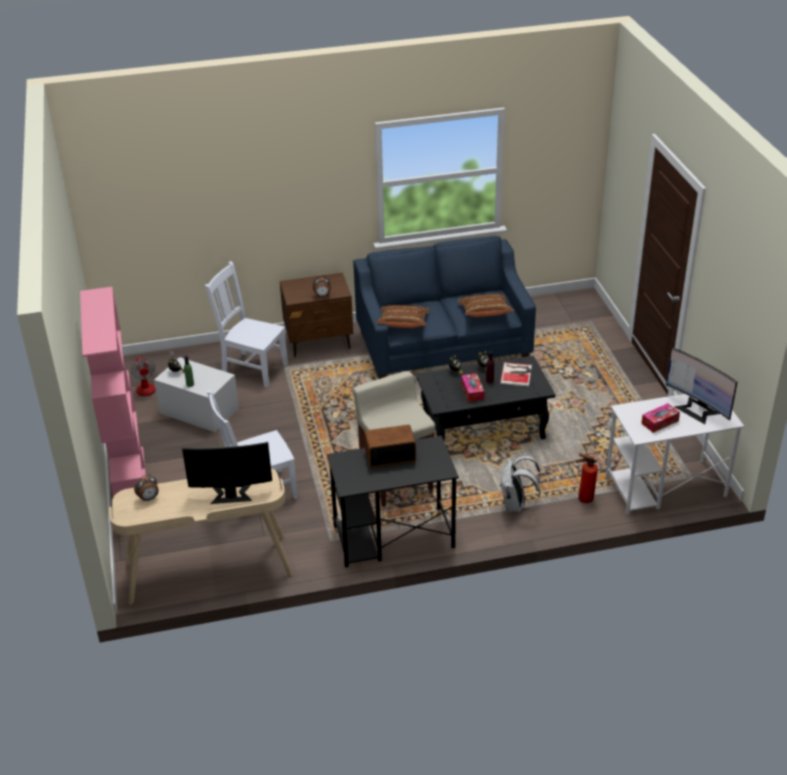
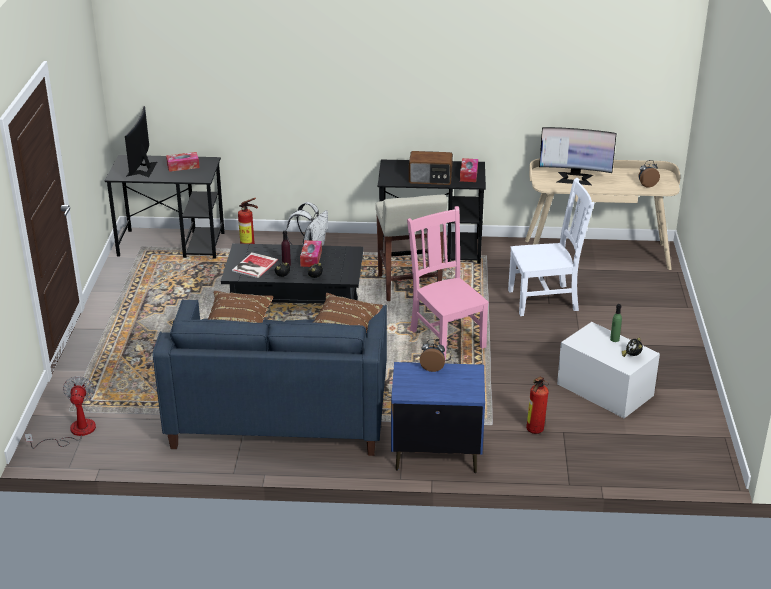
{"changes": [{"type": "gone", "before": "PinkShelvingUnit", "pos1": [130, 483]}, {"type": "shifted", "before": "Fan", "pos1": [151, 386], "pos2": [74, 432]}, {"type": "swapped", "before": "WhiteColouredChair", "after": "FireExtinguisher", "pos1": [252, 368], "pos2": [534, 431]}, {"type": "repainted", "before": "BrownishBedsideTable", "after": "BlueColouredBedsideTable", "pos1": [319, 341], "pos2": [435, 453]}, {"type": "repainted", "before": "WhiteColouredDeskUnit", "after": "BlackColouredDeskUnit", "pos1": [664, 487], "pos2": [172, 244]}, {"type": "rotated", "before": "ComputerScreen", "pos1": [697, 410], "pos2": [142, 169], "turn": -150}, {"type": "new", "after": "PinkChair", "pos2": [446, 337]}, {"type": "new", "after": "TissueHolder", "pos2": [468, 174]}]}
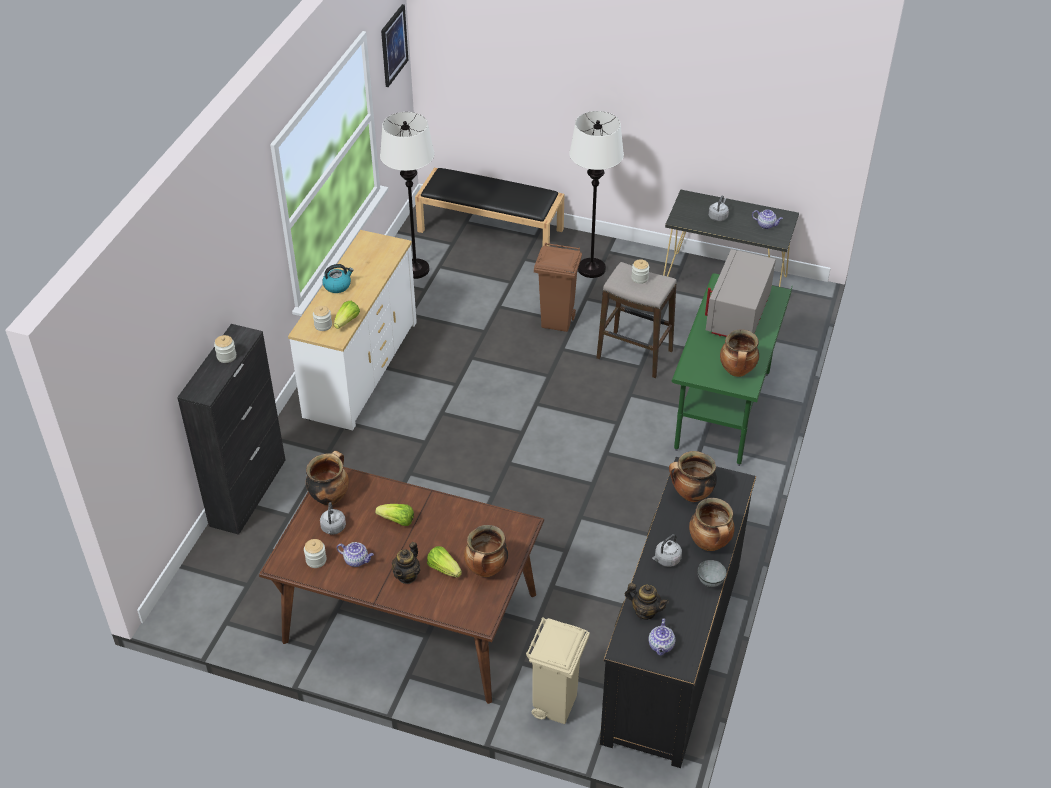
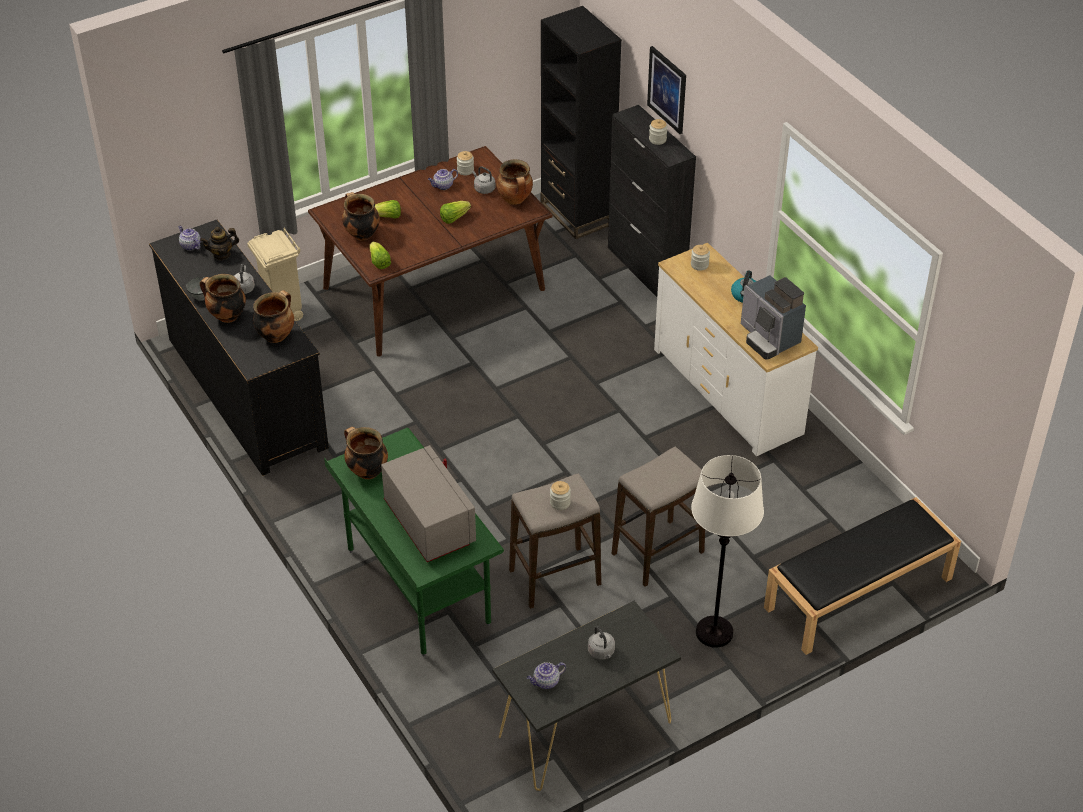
{"changes": [{"type": "shifted", "before": "HeadOfLettuce", "pos1": [347, 321], "pos2": [379, 262]}, {"type": "gone", "before": "WhiteColouredStandingLamp", "pos1": [415, 269]}, {"type": "shifted", "before": "WallArt", "pos1": [393, 45], "pos2": [667, 89]}, {"type": "gone", "before": "Teapot", "pos1": [407, 575]}, {"type": "swapped", "before": "BrownishRubbishBin", "after": "StoolSeat", "pos1": [557, 322], "pos2": [658, 553]}, {"type": "new", "after": "BlackColouredShelvingUnit", "pos2": [577, 213]}, {"type": "new", "after": "CoffeeBrewer", "pos2": [769, 338]}]}
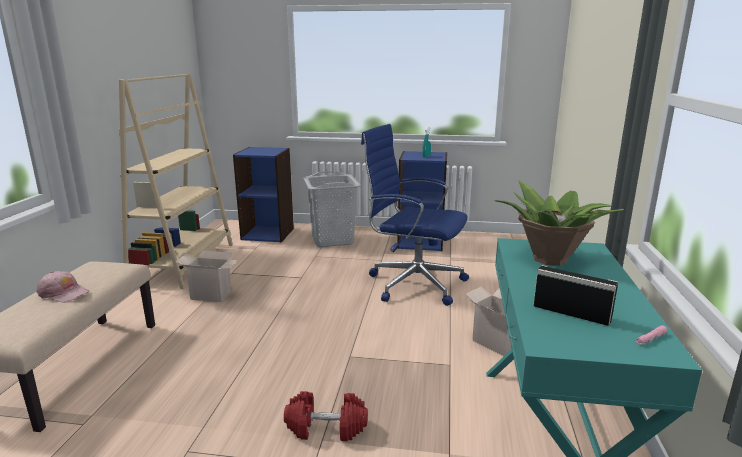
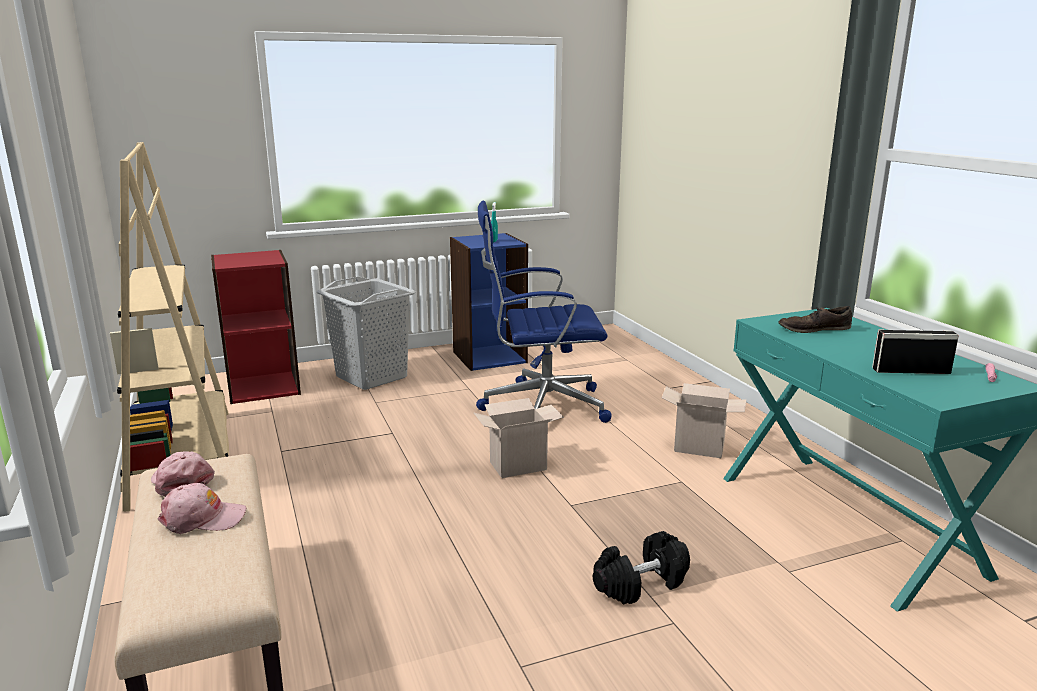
{"changes": [{"type": "shifted", "before": "Carton", "pos1": [212, 295], "pos2": [519, 465]}, {"type": "repainted", "before": "BlueColouredShelvingUnit", "after": "ReddishShelvingUnit", "pos1": [268, 234], "pos2": [263, 387]}, {"type": "repainted", "before": "ReddishHandWeight", "after": "BlackColouredHandWeight", "pos1": [326, 428], "pos2": [640, 584]}, {"type": "swapped", "before": "Houseplant", "after": "BrownishShoe", "pos1": [550, 258], "pos2": [813, 329]}, {"type": "new", "after": "PinkPeakedCap", "pos2": [181, 481]}]}
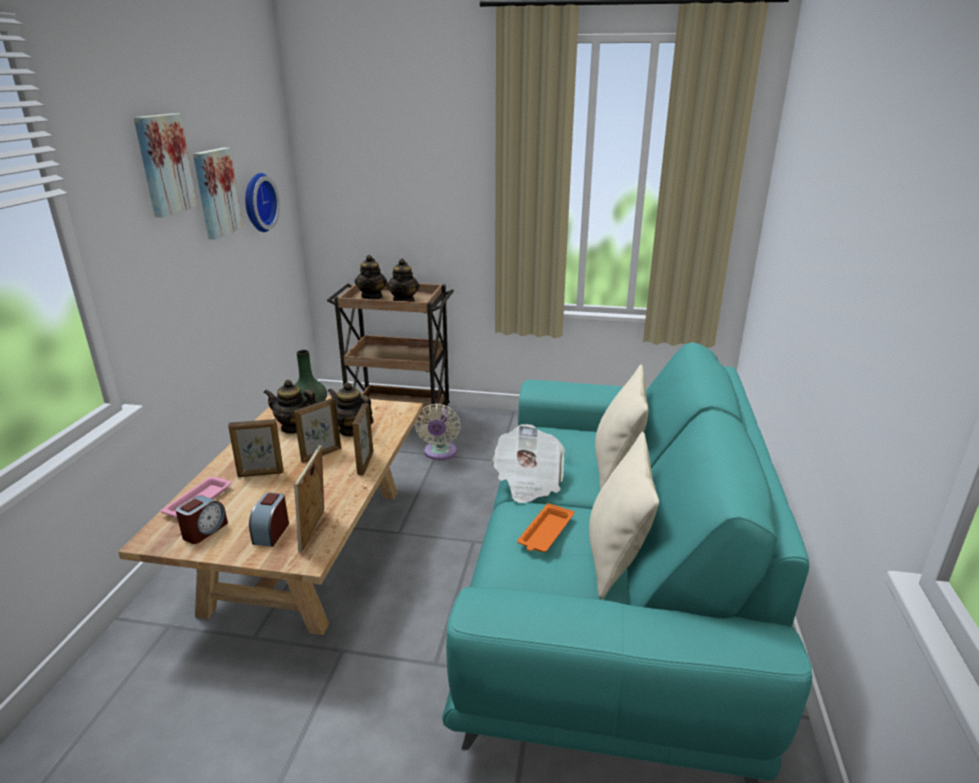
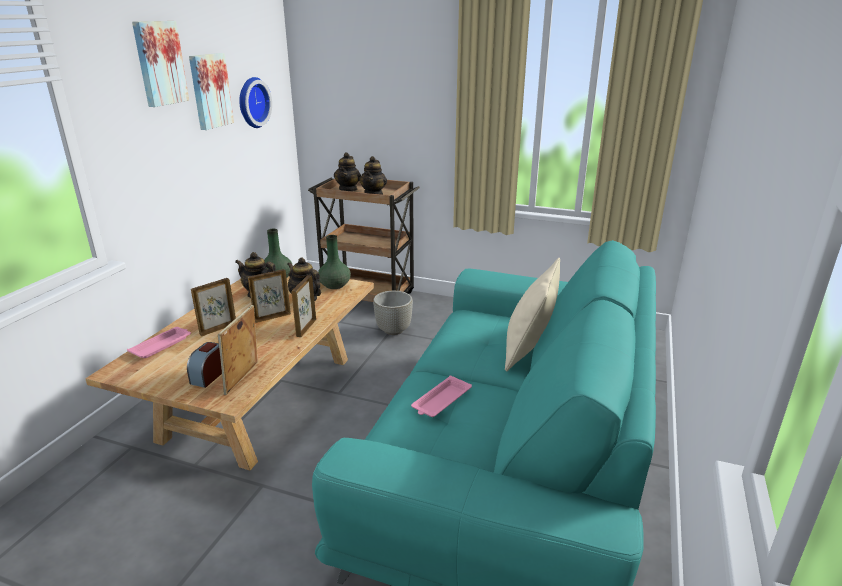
{"changes": [{"type": "gone", "before": "BedsideClock", "pos1": [204, 531]}, {"type": "rotated", "before": "StandingFrame", "pos1": [261, 474], "pos2": [218, 329], "turn": 135}, {"type": "swapped", "before": "BeigeFan", "after": "GreyishFlowerPot", "pos1": [439, 453], "pos2": [394, 330]}, {"type": "gone", "before": "DailyPaper", "pos1": [528, 481]}, {"type": "repainted", "before": "OrangeyTray", "after": "PinkTray", "pos1": [545, 533], "pos2": [441, 401]}, {"type": "gone", "before": "BeigeThrowPillow", "pos1": [616, 558]}, {"type": "new", "after": "GreenishDecorativeVase", "pos2": [335, 285]}]}
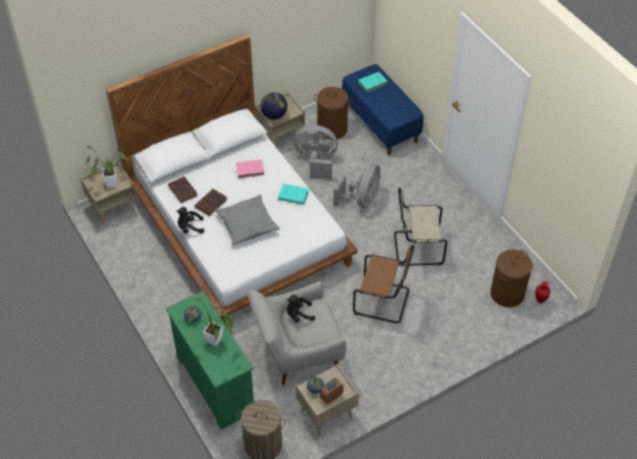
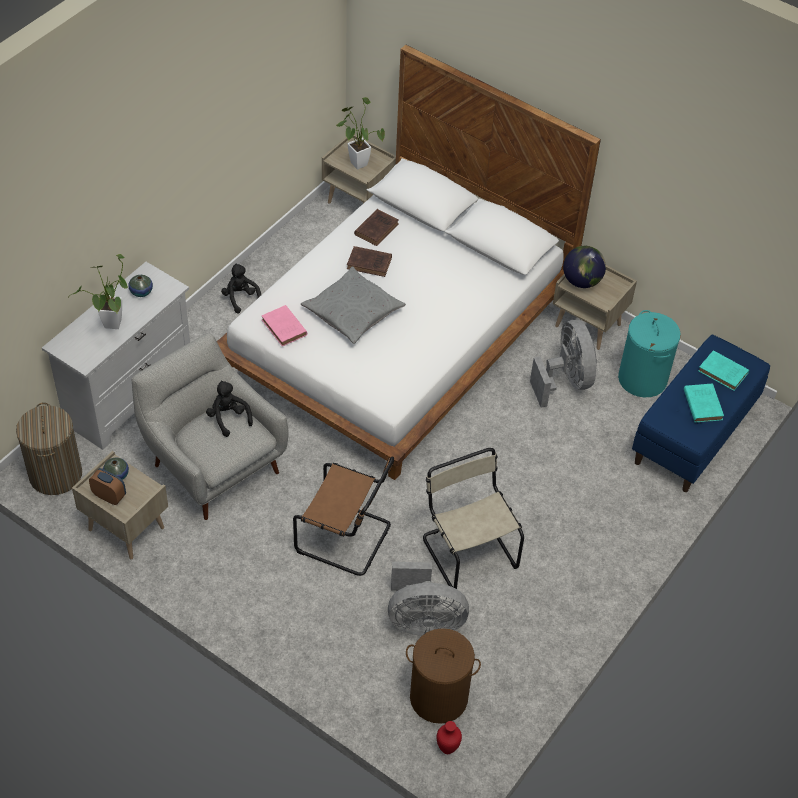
{"changes": [{"type": "repainted", "before": "GreenishDresser", "after": "WhiteColouredDresser", "pos1": [215, 383], "pos2": [130, 395]}, {"type": "shifted", "before": "BlackColouredSoftToy", "pos1": [189, 228], "pos2": [241, 298]}, {"type": "shifted", "before": "PinkVolume", "pos1": [251, 169], "pos2": [285, 328]}, {"type": "shifted", "before": "TurquoiseColouredVolume", "pos1": [292, 195], "pos2": [702, 404]}, {"type": "repainted", "before": "BrownishLaundryBasket", "after": "TurquoiseColouredLaundryBasket", "pos1": [332, 129], "pos2": [642, 379]}, {"type": "shifted", "before": "GreyishFan", "pos1": [361, 200], "pos2": [423, 621]}, {"type": "rotated", "before": "BrownishChair", "pos1": [384, 301], "pos2": [347, 538], "turn": -60}]}
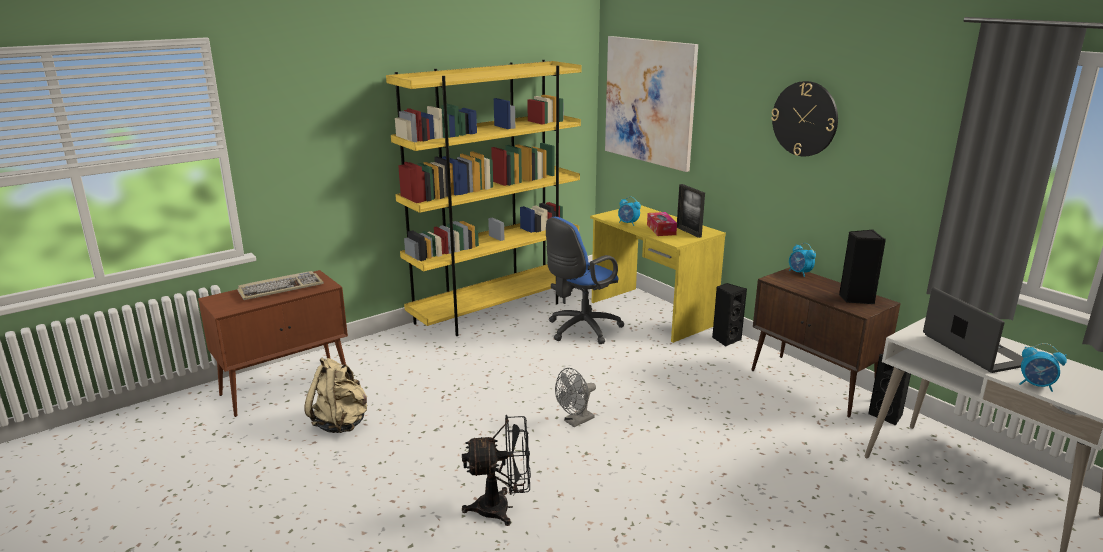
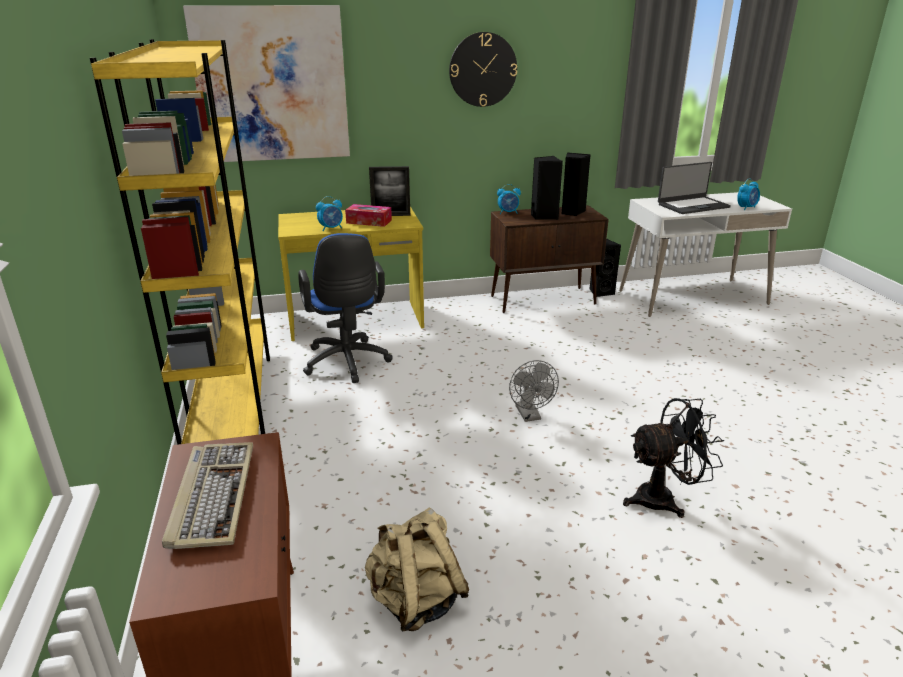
{"changes": [{"type": "rotated", "before": "BlackColouredFan", "pos1": [502, 508], "pos2": [663, 499], "turn": 60}, {"type": "shifted", "before": "BlackColouredAudioSpeaker", "pos1": [725, 339], "pos2": [544, 216]}, {"type": "rotated", "before": "NotebookComputer", "pos1": [974, 350], "pos2": [692, 206], "turn": 150}]}
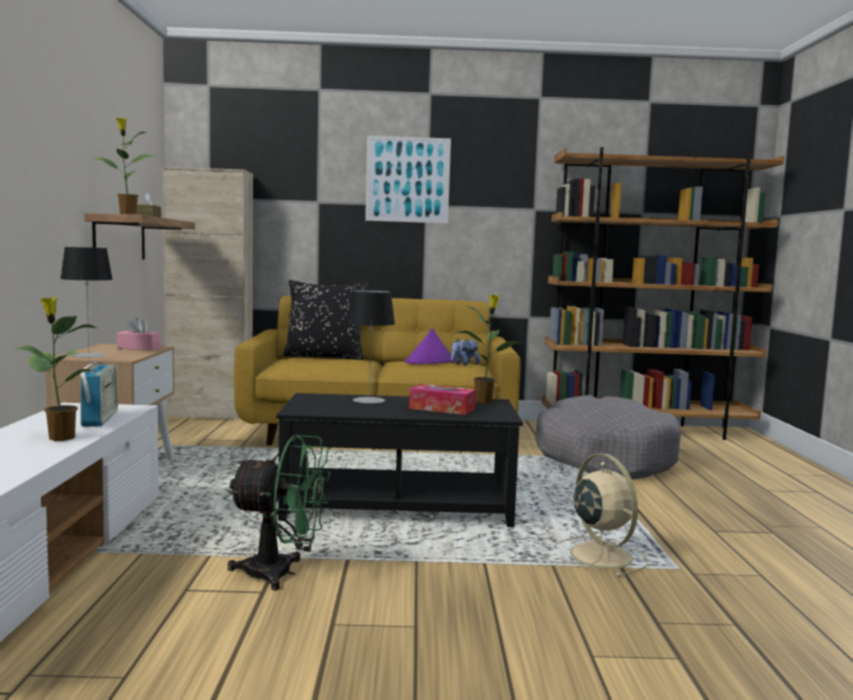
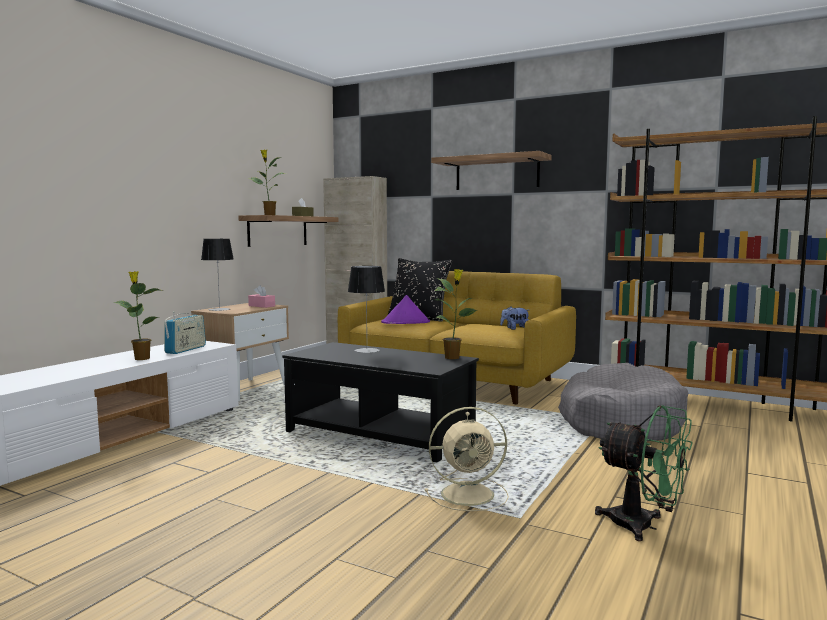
{"changes": [{"type": "shifted", "before": "GreenishFan", "pos1": [281, 573], "pos2": [643, 526]}, {"type": "swapped", "before": "WallArt", "after": "Shelf", "pos1": [407, 179], "pos2": [497, 173]}, {"type": "shifted", "before": "PurpleHat", "pos1": [430, 362], "pos2": [406, 322]}, {"type": "gone", "before": "TissueHolder", "pos1": [442, 408]}, {"type": "rotated", "before": "BeigeFan", "pos1": [599, 555], "pos2": [470, 494], "turn": 75}]}
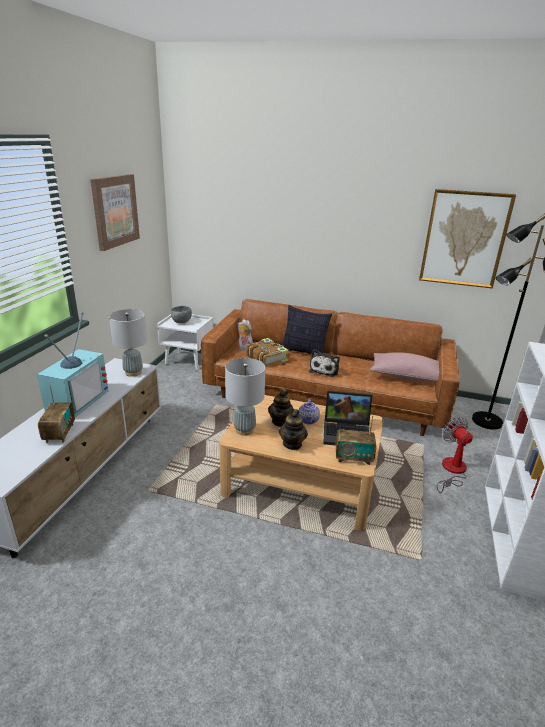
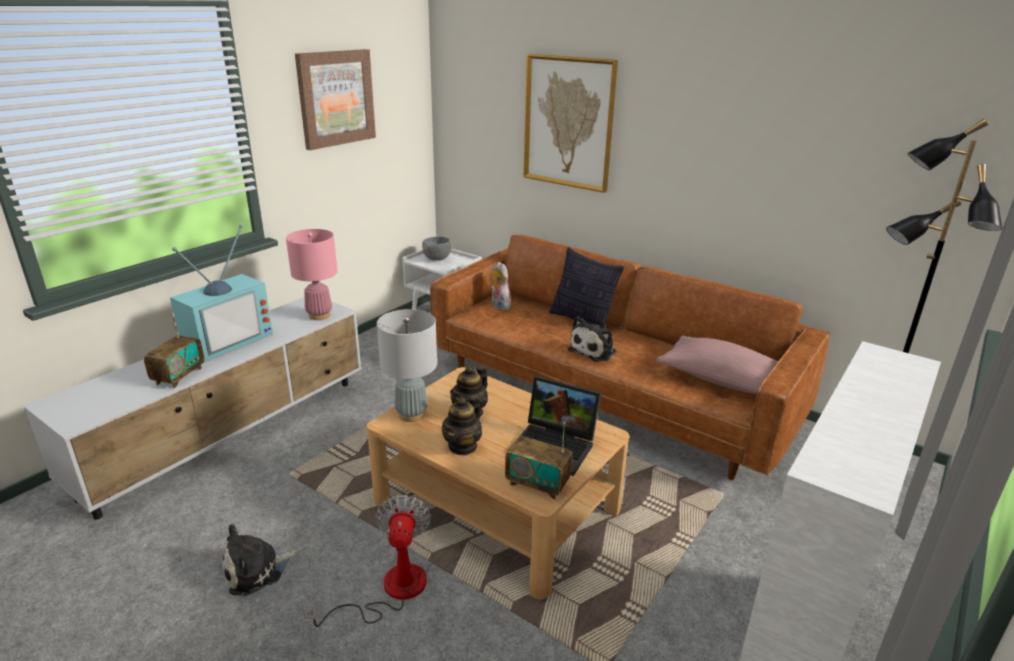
{"changes": [{"type": "repainted", "before": "GreyishLampForATable", "after": "PinkLampForATable", "pos1": [133, 373], "pos2": [319, 315]}, {"type": "gone", "before": "Volume", "pos1": [266, 357]}, {"type": "gone", "before": "Teapot", "pos1": [309, 420]}, {"type": "shifted", "before": "WallArt", "pos1": [464, 239], "pos2": [568, 122]}, {"type": "shifted", "before": "Fan", "pos1": [452, 471], "pos2": [390, 591]}, {"type": "new", "after": "SoftToy", "pos2": [256, 570]}]}
